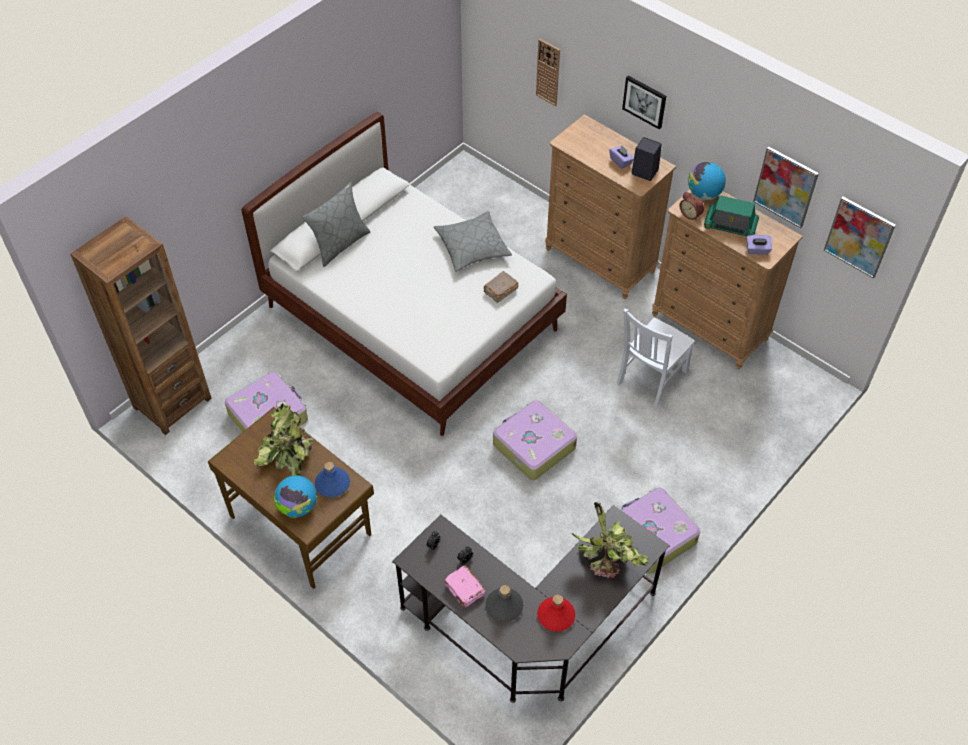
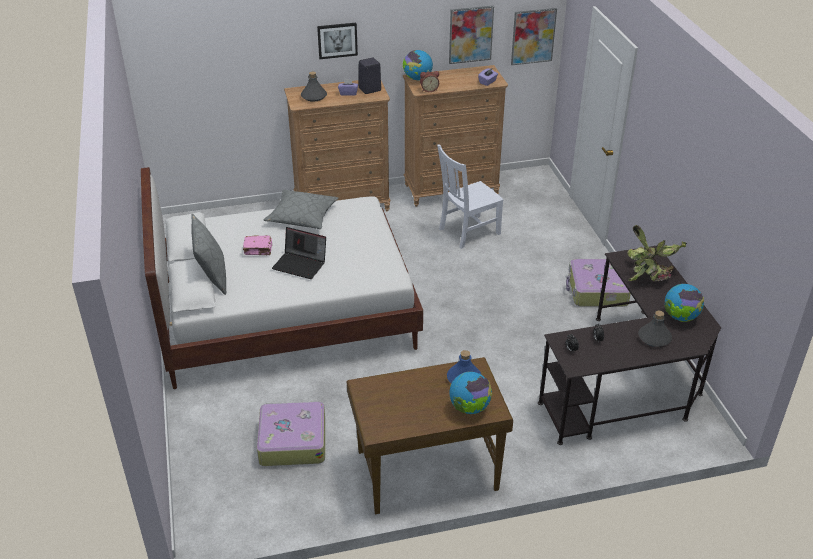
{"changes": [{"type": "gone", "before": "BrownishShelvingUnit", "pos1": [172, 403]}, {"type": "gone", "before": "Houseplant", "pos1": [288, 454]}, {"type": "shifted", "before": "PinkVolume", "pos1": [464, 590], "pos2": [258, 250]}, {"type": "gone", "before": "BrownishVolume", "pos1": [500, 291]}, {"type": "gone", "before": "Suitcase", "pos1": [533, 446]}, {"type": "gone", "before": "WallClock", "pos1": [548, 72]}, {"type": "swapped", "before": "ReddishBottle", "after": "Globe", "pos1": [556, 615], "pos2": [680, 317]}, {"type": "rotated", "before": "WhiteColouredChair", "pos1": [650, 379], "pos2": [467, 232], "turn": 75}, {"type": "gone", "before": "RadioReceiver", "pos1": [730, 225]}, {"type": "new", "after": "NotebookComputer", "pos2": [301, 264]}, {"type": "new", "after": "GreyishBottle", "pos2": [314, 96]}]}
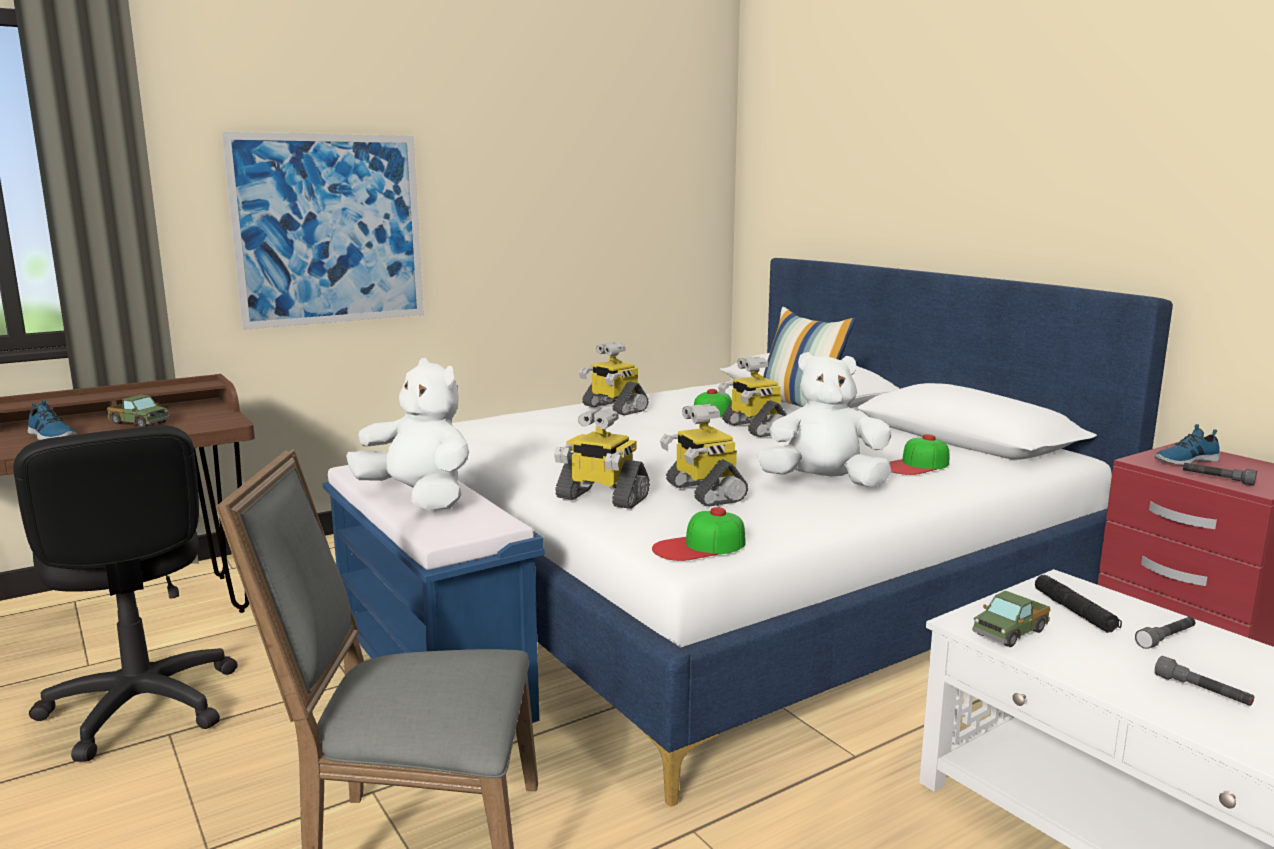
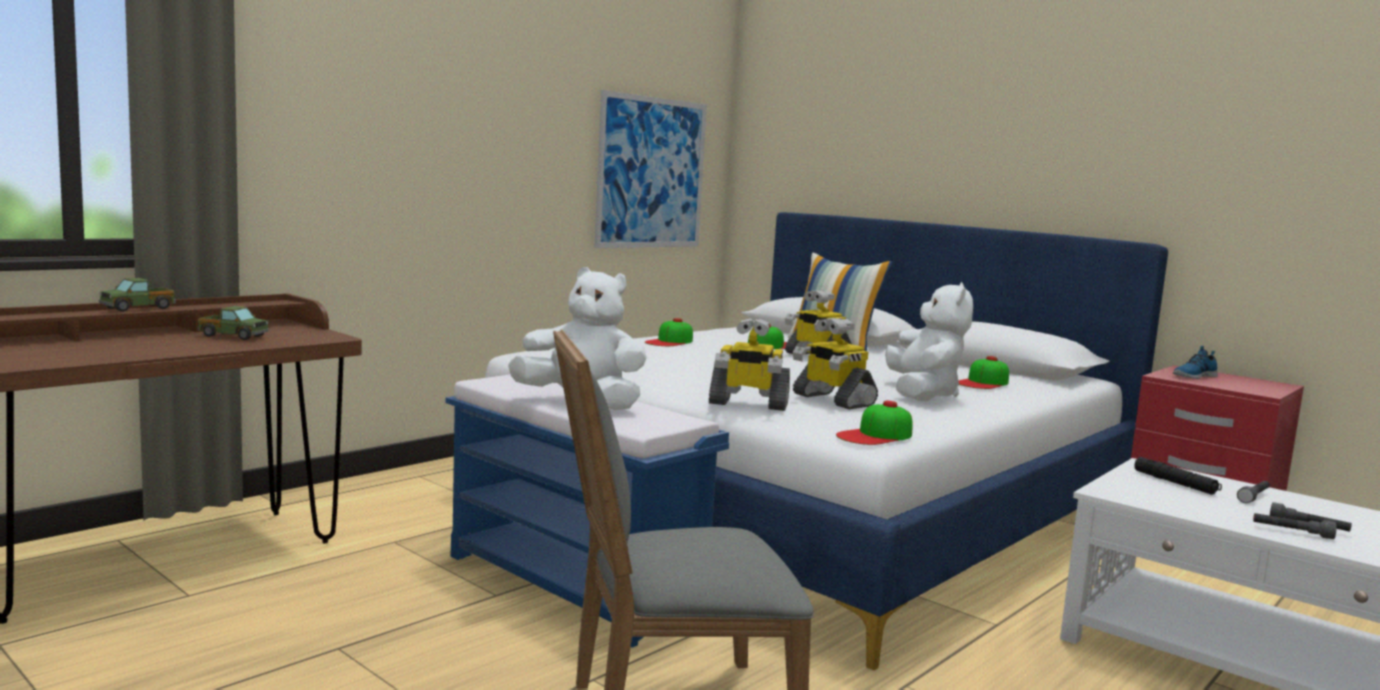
{"changes": [{"type": "gone", "before": "BlackColouredDeskChair", "pos1": [140, 706]}, {"type": "gone", "before": "Shoe", "pos1": [50, 436]}, {"type": "shifted", "before": "WallArt", "pos1": [329, 230], "pos2": [652, 173]}, {"type": "swapped", "before": "RobotFigure", "after": "PeakedCap", "pos1": [613, 408], "pos2": [669, 341]}, {"type": "rotated", "before": "WhiteColouredSoftToy", "pos1": [824, 483], "pos2": [922, 394], "turn": 105}, {"type": "shifted", "before": "ToyTruck", "pos1": [1010, 632], "pos2": [138, 308]}, {"type": "shifted", "before": "GreyishFlashlight", "pos1": [1217, 479], "pos2": [1292, 532]}]}
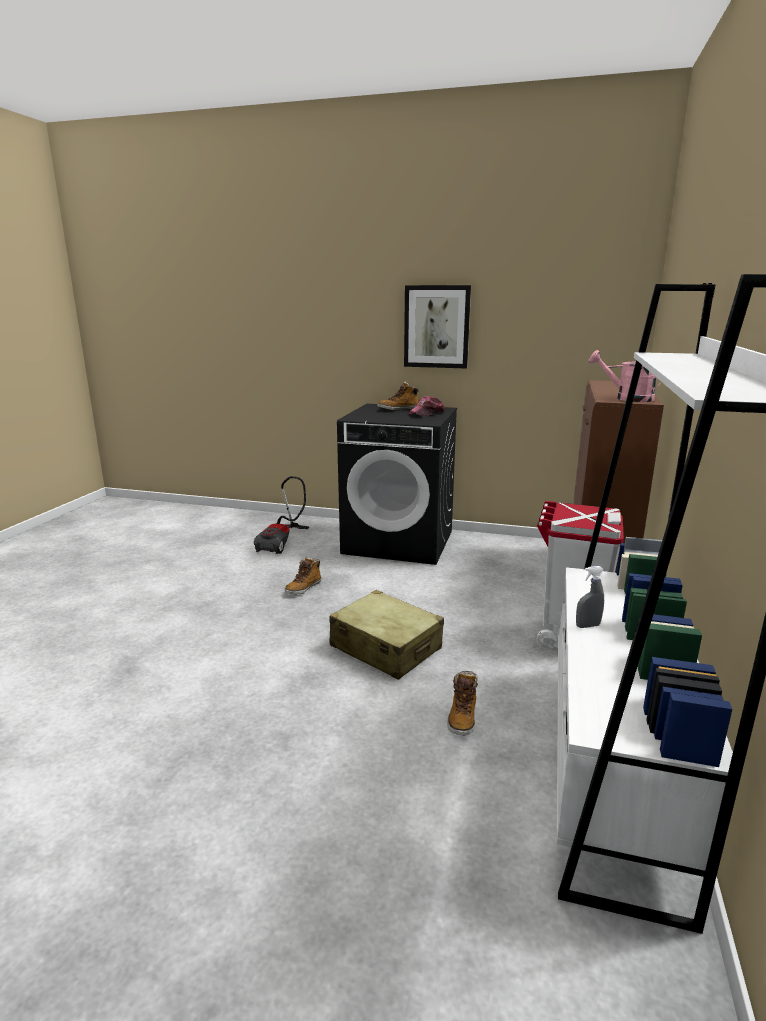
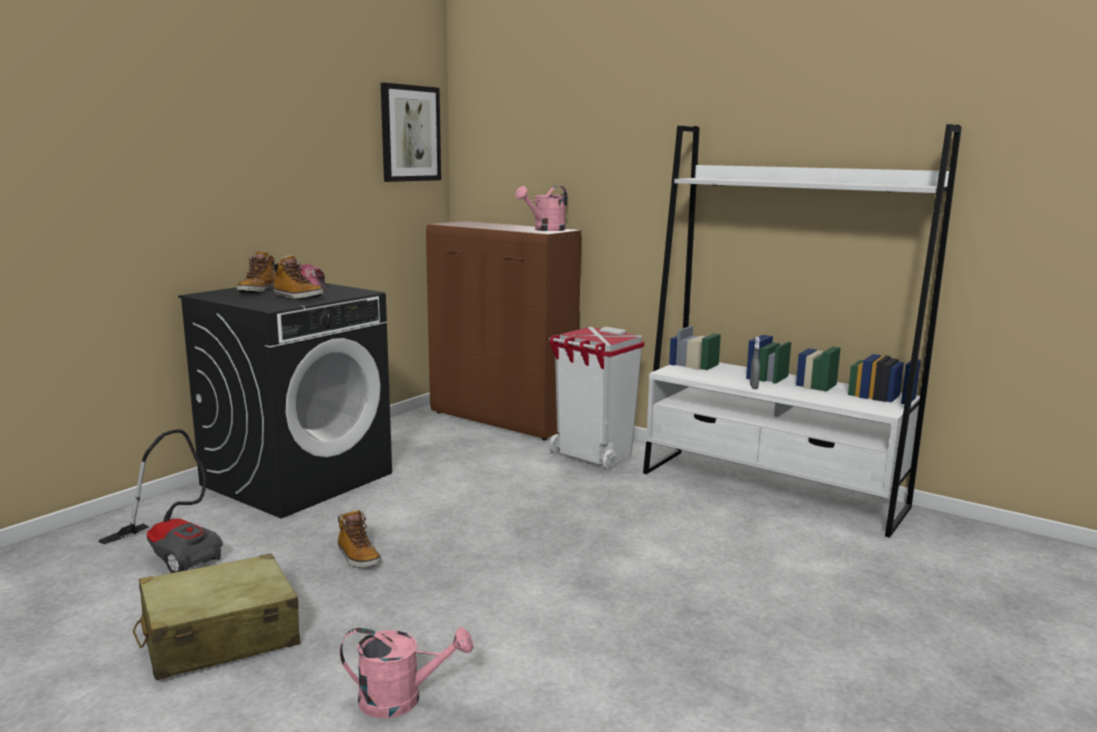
{"changes": [{"type": "shifted", "before": "BeigeSuitcase", "pos1": [386, 648], "pos2": [219, 637]}, {"type": "shifted", "before": "WallArt", "pos1": [436, 327], "pos2": [410, 133]}, {"type": "shifted", "before": "HighTopBoot", "pos1": [462, 717], "pos2": [297, 297]}, {"type": "new", "after": "PinkSprinklingCan", "pos2": [401, 699]}]}
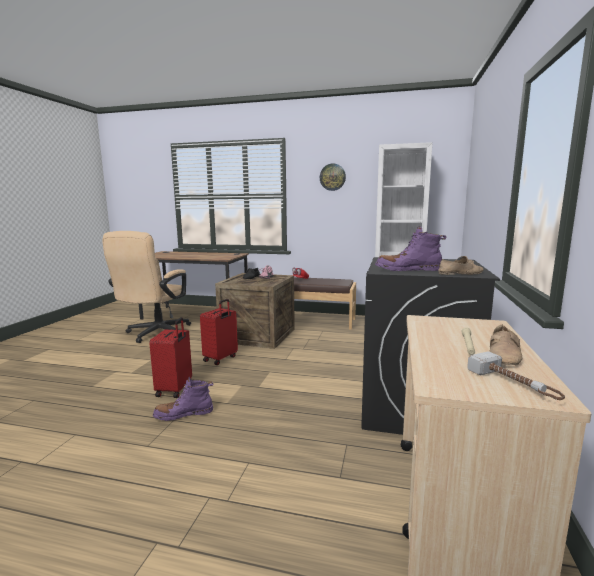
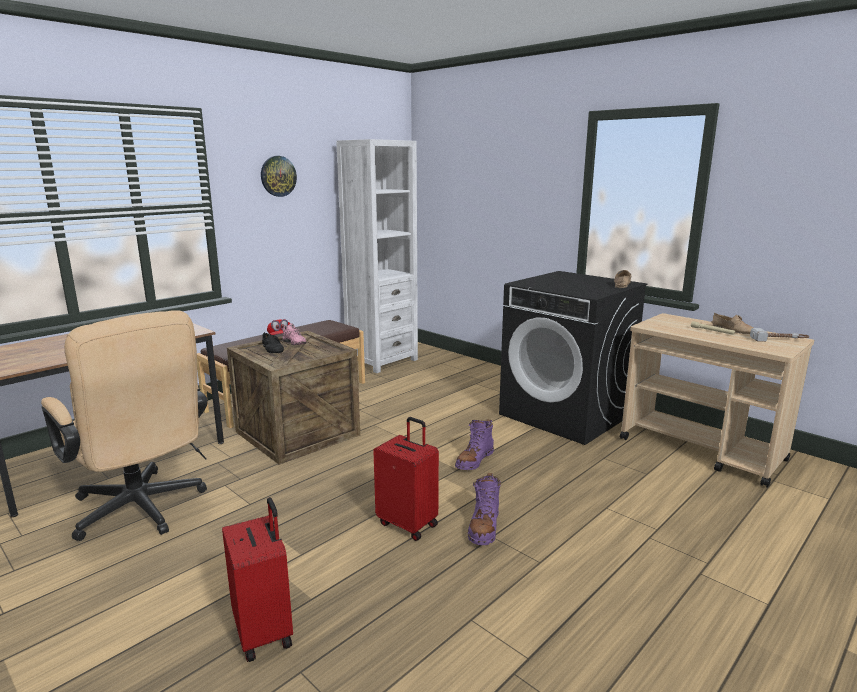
{"changes": [{"type": "shifted", "before": "ReddishSuitcase", "pos1": [221, 359], "pos2": [265, 631]}, {"type": "shifted", "before": "PurpleHighTopBoot", "pos1": [408, 270], "pos2": [474, 460]}]}
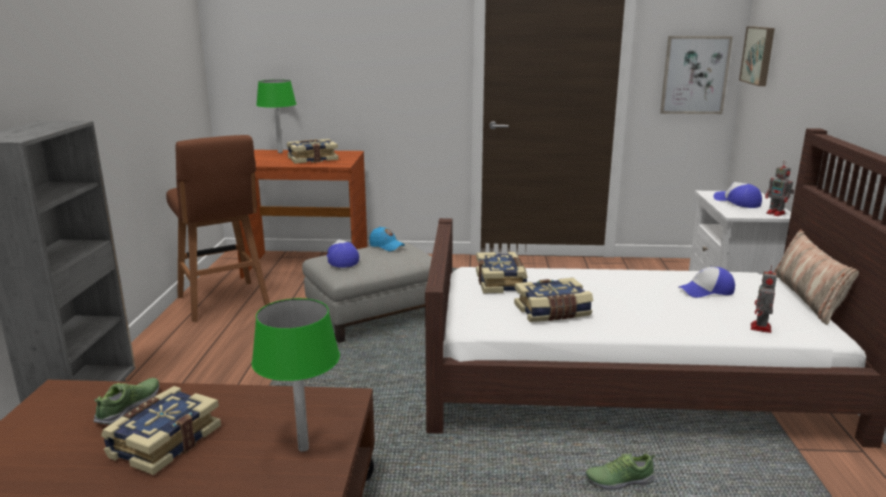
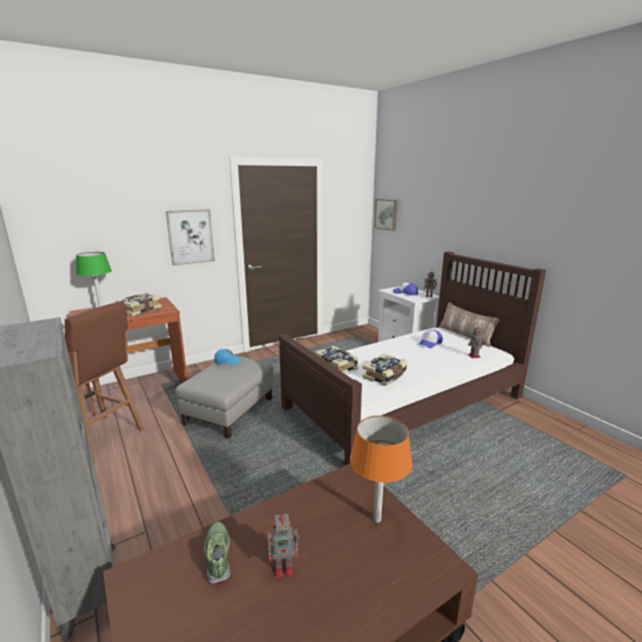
{"changes": [{"type": "swapped", "before": "Volume", "after": "RobotFigure", "pos1": [163, 442], "pos2": [285, 567]}, {"type": "repainted", "before": "GreenishLampForATable", "after": "OrangeyLampForATable", "pos1": [304, 448], "pos2": [377, 519]}, {"type": "gone", "before": "PeakedCap", "pos1": [341, 259]}, {"type": "gone", "before": "Shoe", "pos1": [619, 480]}, {"type": "shifted", "before": "WallArt", "pos1": [695, 75], "pos2": [190, 237]}]}
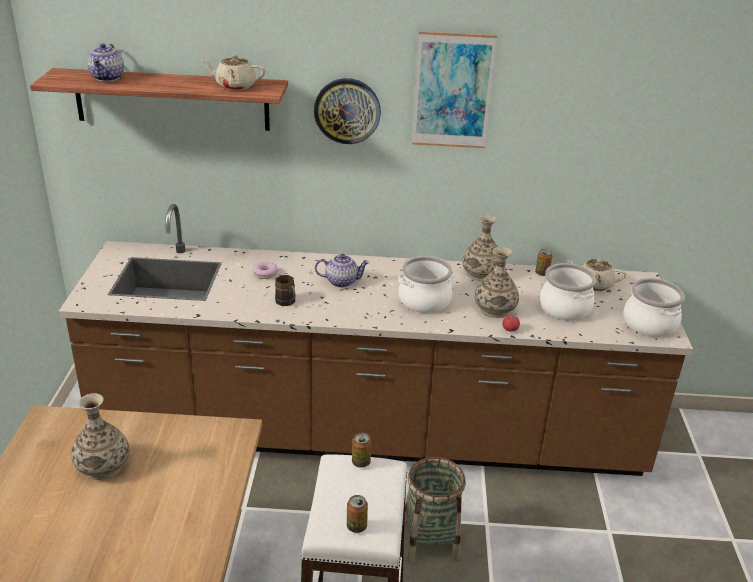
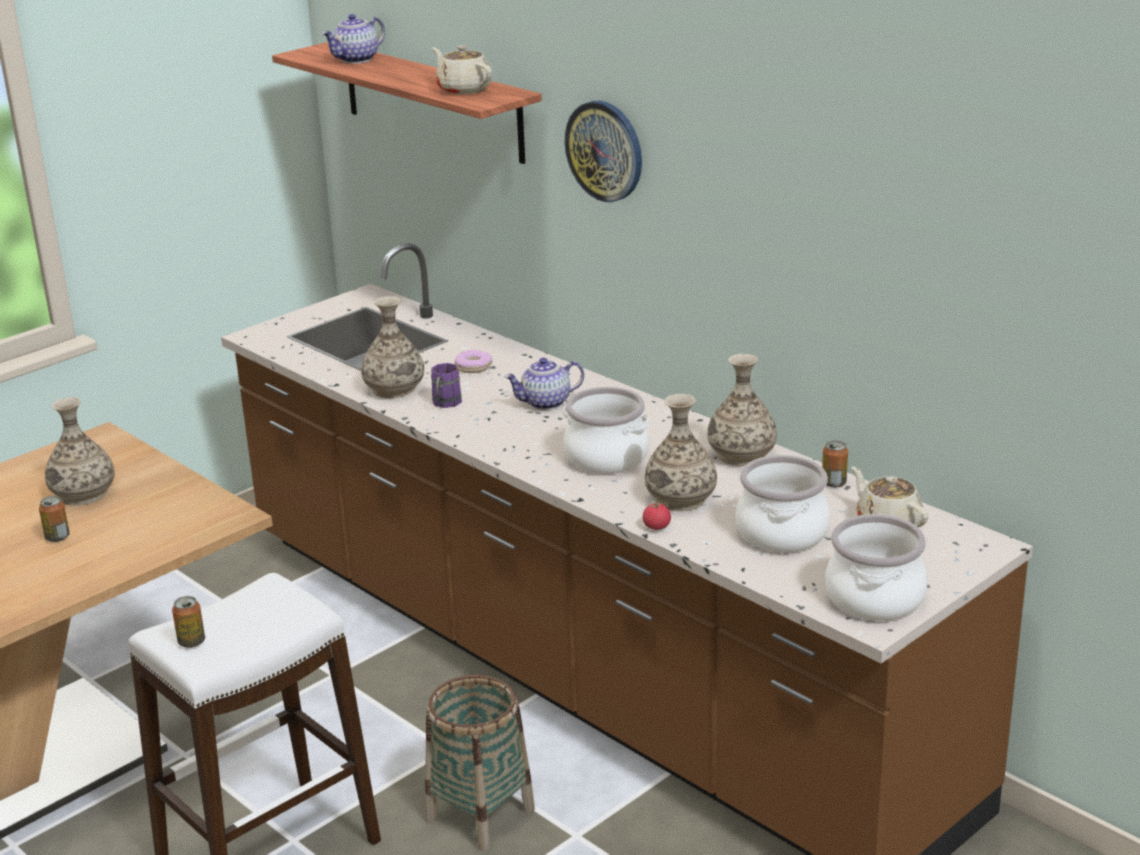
{"changes": [{"type": "repainted", "before": "BrownishMug", "after": "PurpleMug", "pos1": [287, 303], "pos2": [445, 404]}, {"type": "rotated", "before": "Teapot", "pos1": [342, 281], "pos2": [545, 403], "turn": 120}, {"type": "shifted", "before": "MetalCan", "pos1": [361, 462], "pos2": [57, 537]}, {"type": "gone", "before": "WallArt", "pos1": [453, 91]}, {"type": "new", "after": "DecorativeVase", "pos2": [394, 389]}]}
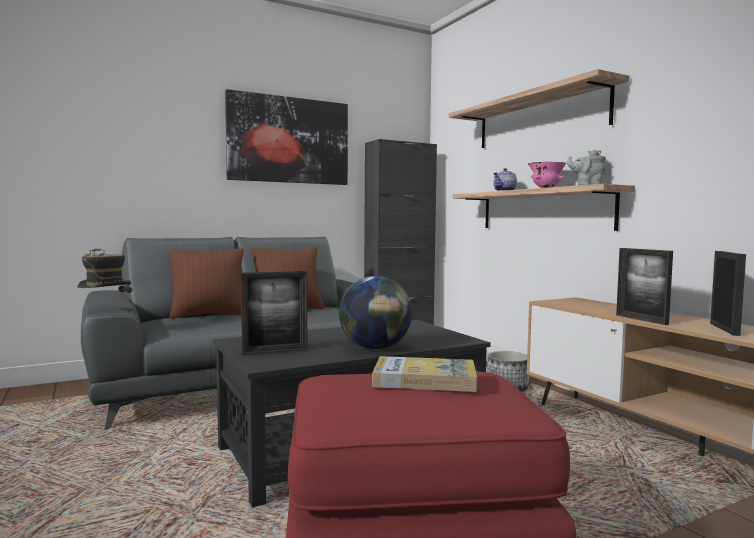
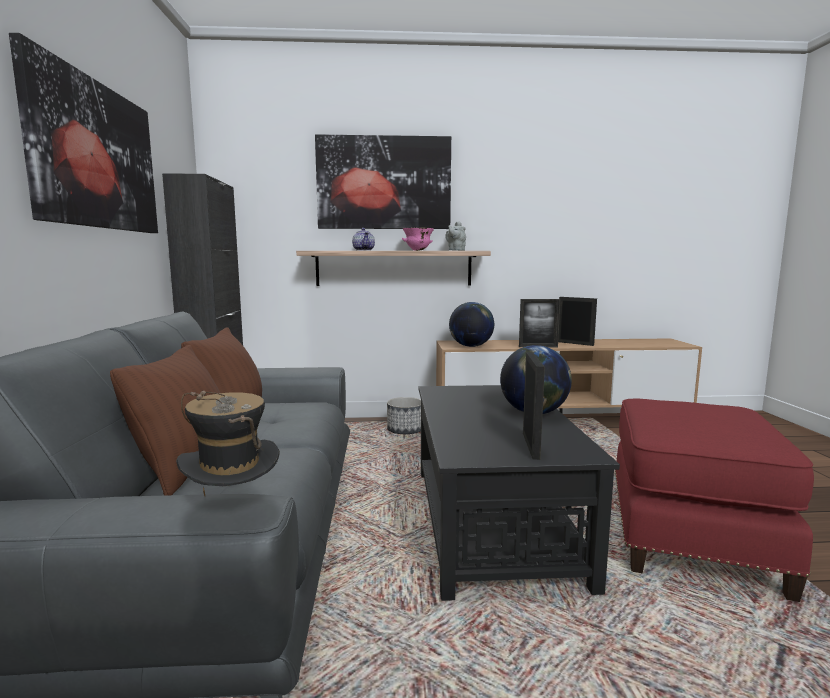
{"changes": [{"type": "gone", "before": "Volume", "pos1": [424, 379]}, {"type": "swapped", "before": "Shelf", "after": "WallArt", "pos1": [539, 118], "pos2": [384, 183]}, {"type": "new", "after": "Globe", "pos2": [471, 346]}]}
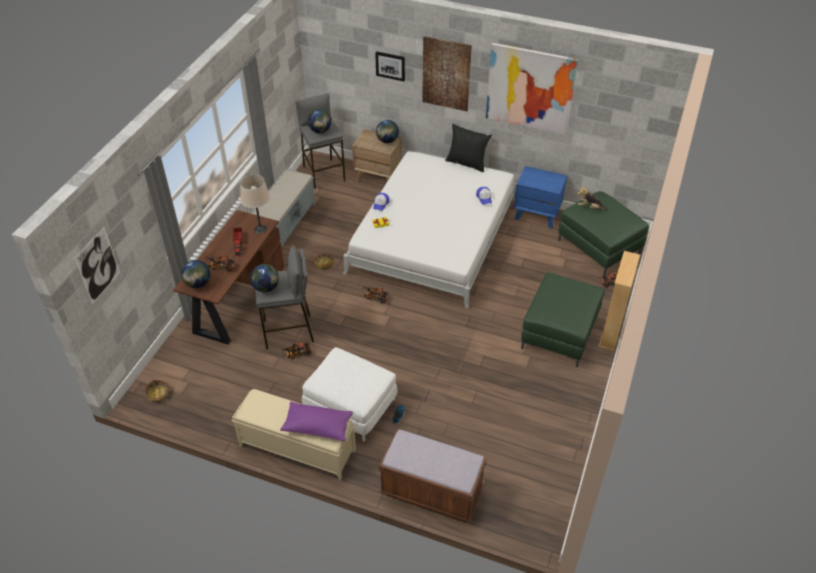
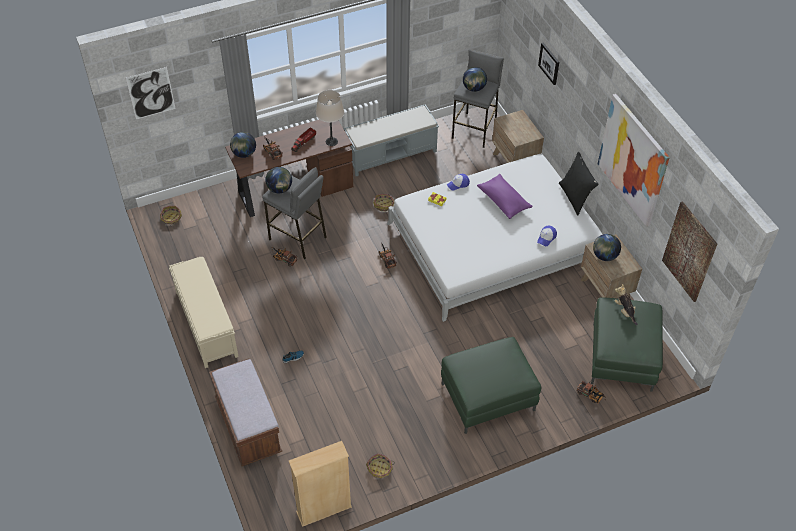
{"changes": [{"type": "shifted", "before": "PurpleThrowPillow", "pos1": [317, 426], "pos2": [503, 201]}, {"type": "gone", "before": "WhiteColouredPouffe", "pos1": [350, 406]}, {"type": "shifted", "before": "Globe", "pos1": [387, 141], "pos2": [604, 256]}, {"type": "shifted", "before": "WallArt", "pos1": [446, 74], "pos2": [689, 252]}, {"type": "repainted", "before": "BlueColouredBedsideTable", "after": "BrownishBedsideTable", "pos1": [537, 215], "pos2": [605, 289]}, {"type": "shifted", "before": "BeigeShelvingUnit", "pos1": [611, 332], "pos2": [324, 509]}, {"type": "new", "after": "StorageBasket", "pos2": [380, 469]}]}
